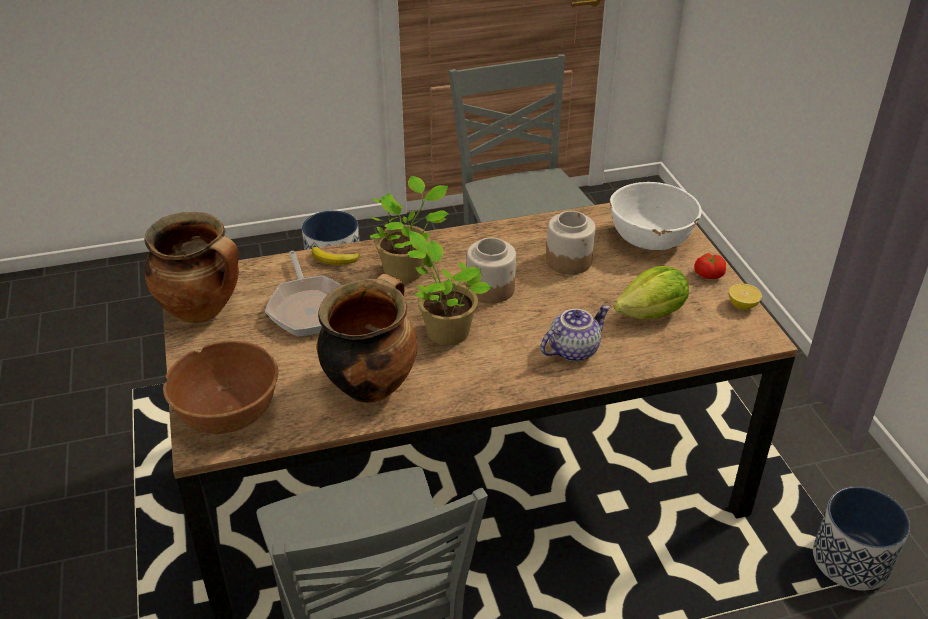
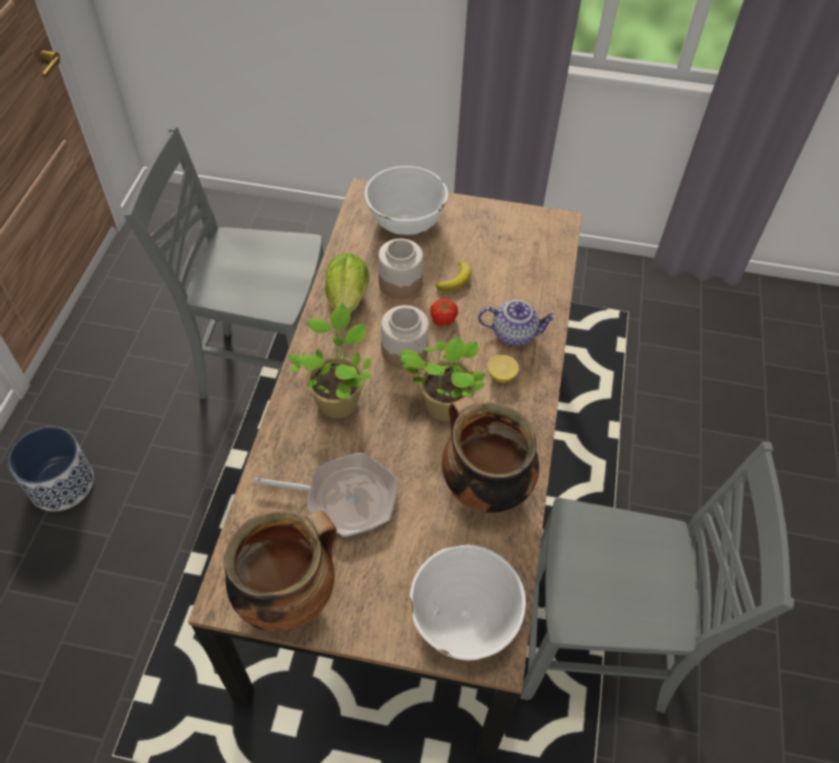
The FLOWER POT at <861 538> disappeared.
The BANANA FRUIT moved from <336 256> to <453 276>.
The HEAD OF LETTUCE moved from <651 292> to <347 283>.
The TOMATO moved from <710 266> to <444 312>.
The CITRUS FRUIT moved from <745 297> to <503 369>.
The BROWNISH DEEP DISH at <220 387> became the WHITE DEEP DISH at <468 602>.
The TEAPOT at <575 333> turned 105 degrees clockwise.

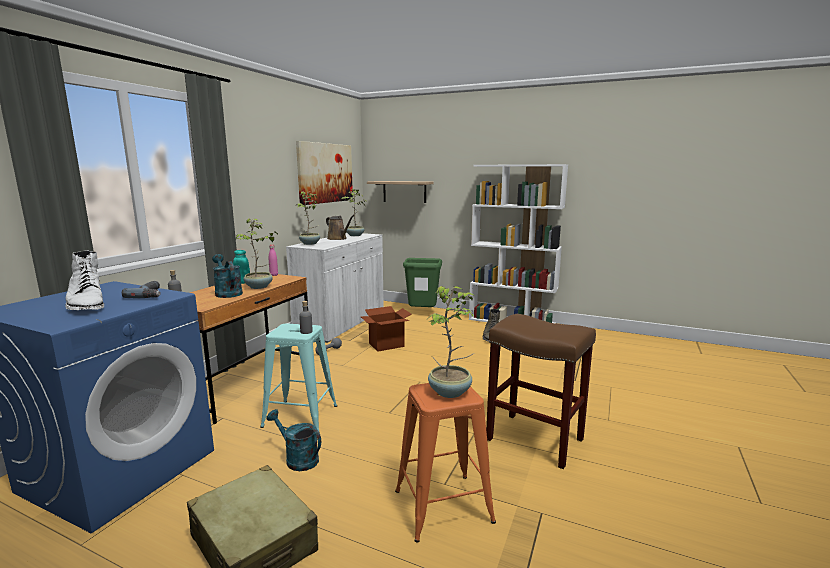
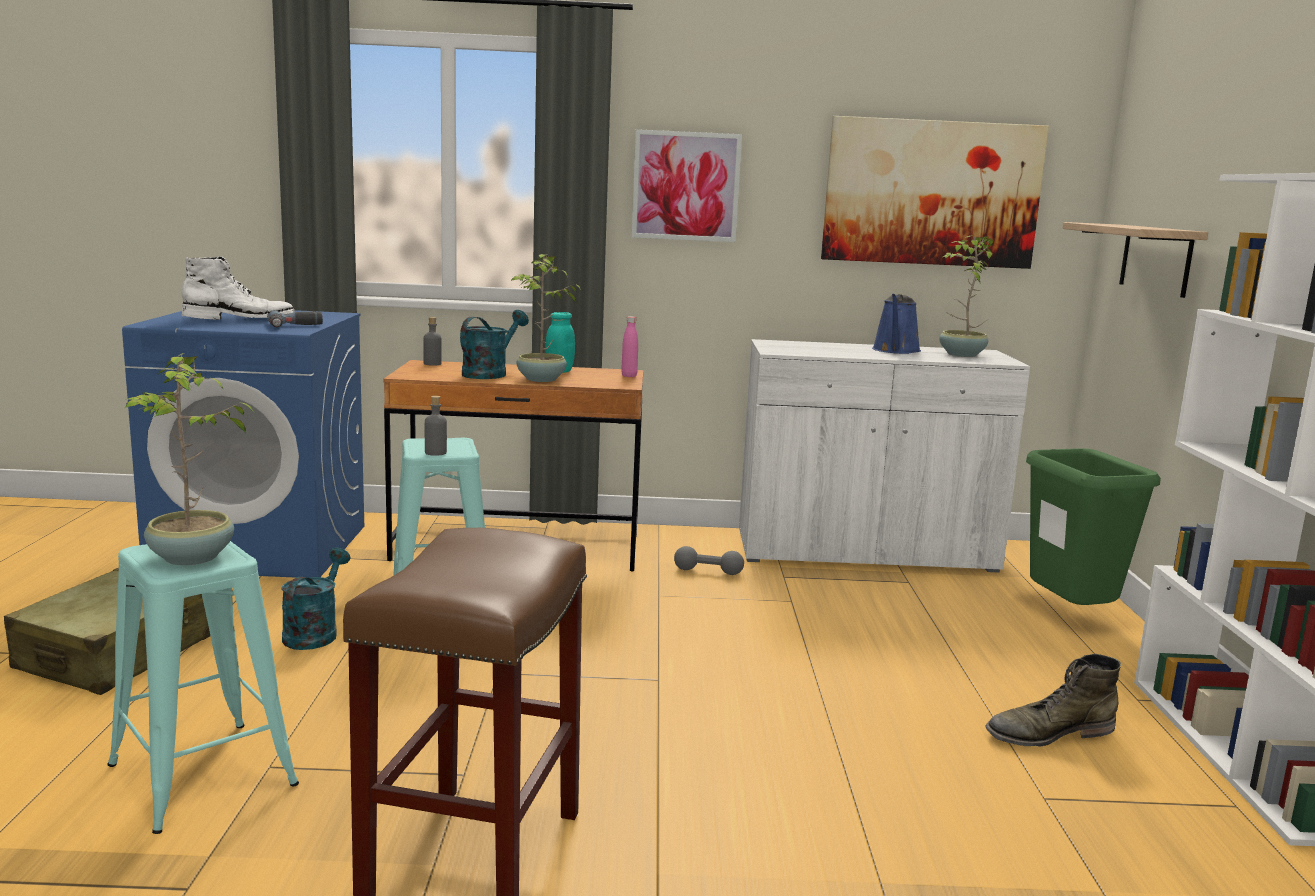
The POTTED PLANT at <308 218> disappeared.
The CARDBOARD BOX at <385 329> disappeared.
The PICTURE at <687 185> appeared.
The BROWNISH WATERING POT at <340 227> became the BLUE WATERING POT at <896 324>.
The ORANGE-COLOURED STOOL SEAT at <445 462> became the TURQUOISE STOOL SEAT at <203 687>.
The WHITE BOOT at <84 280> turned 150 degrees counterclockwise.

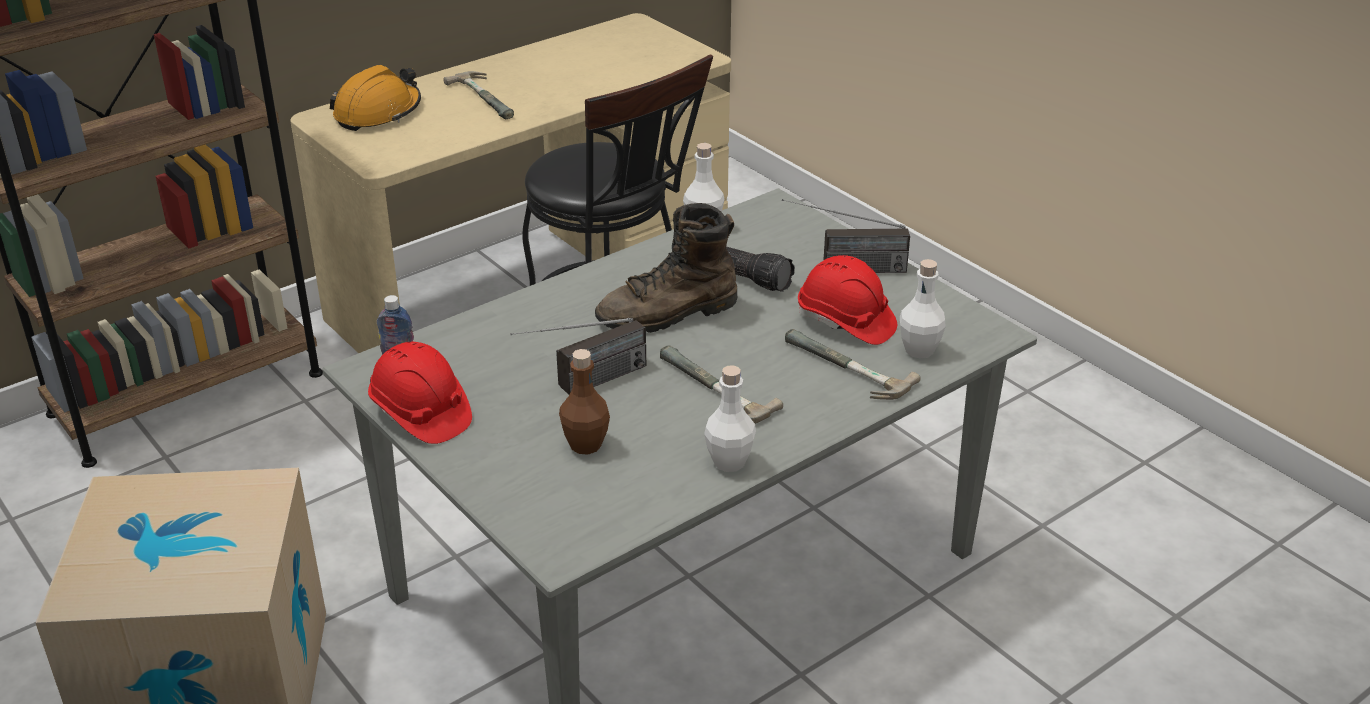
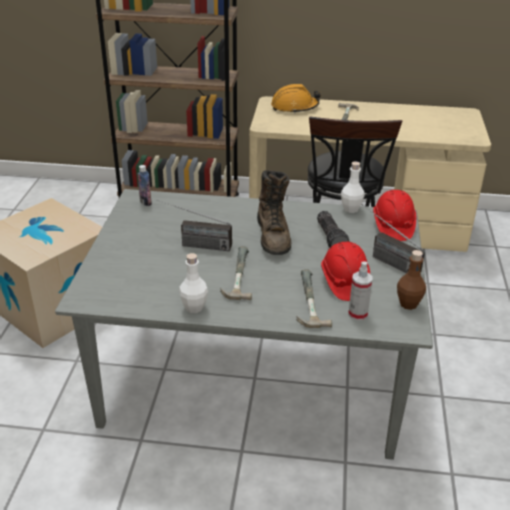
The RED-COLOURED SAFETY HELMET moved from <420 393> to <394 215>.
The BROWNISH BOTTLE moved from <584 402> to <411 280>.
The WHITE BOTTLE at <923 309> was replaced by the SPRAY BOTTLE at <360 291>.
The BROWNISH BOOT at <666 268> turned 120 degrees counterclockwise.

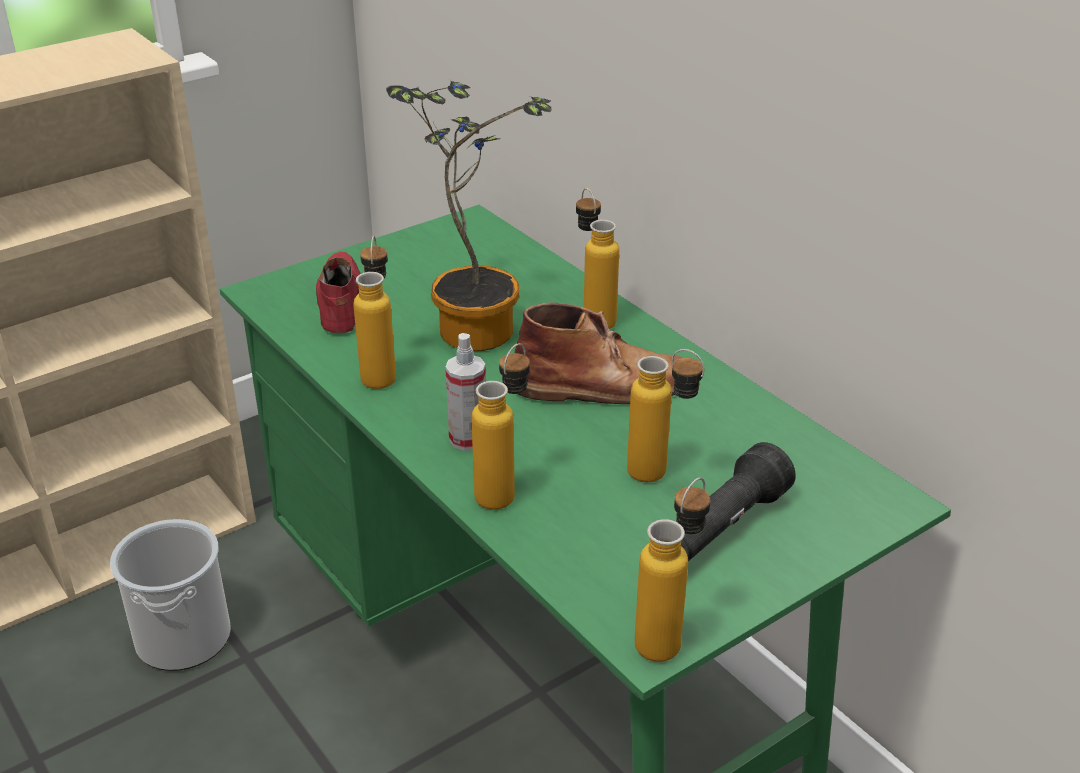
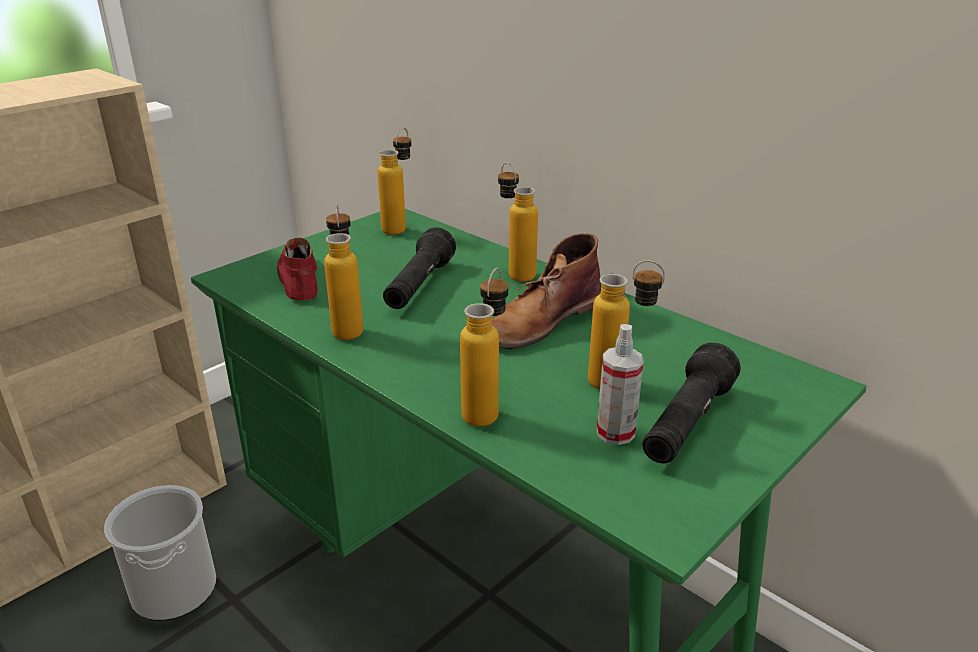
The SPRAY BOTTLE moved from <465 392> to <620 384>.
The BOTTLE moved from <672 569> to <394 181>.
The POTTED PLANT at <469 215> was replaced by the BLACK-COLOURED TORCH at <419 268>.
The BROWNISH BOOT at <599 353> turned 150 degrees clockwise.

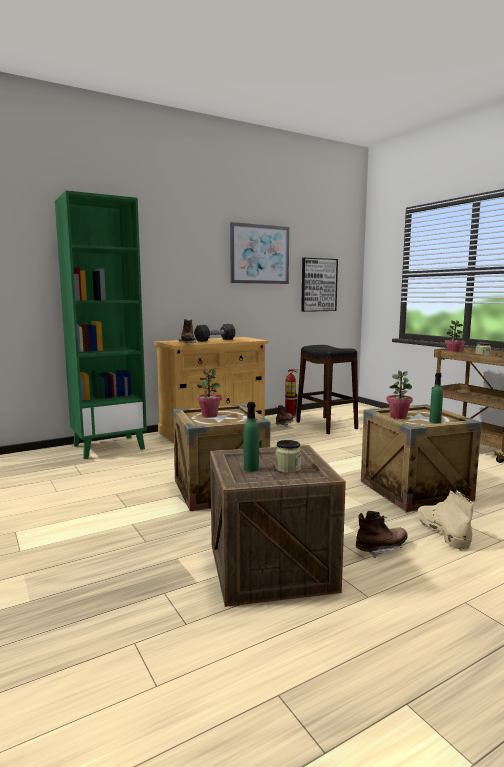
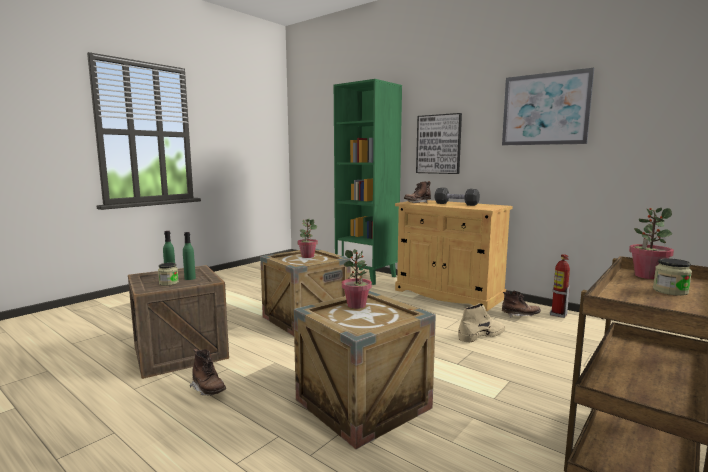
The BLACK-COLOURED STOOL SEAT at <327 389> disappeared.
The PICTURE moved from <319 285> to <439 143>.
The BEIGE BOOT moved from <445 520> to <481 322>.
The GREEN-COLOURED BOTTLE moved from <436 398> to <189 256>.

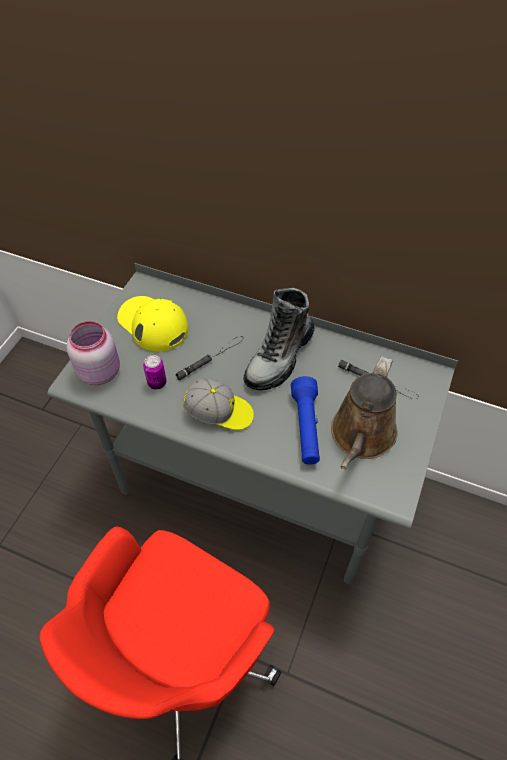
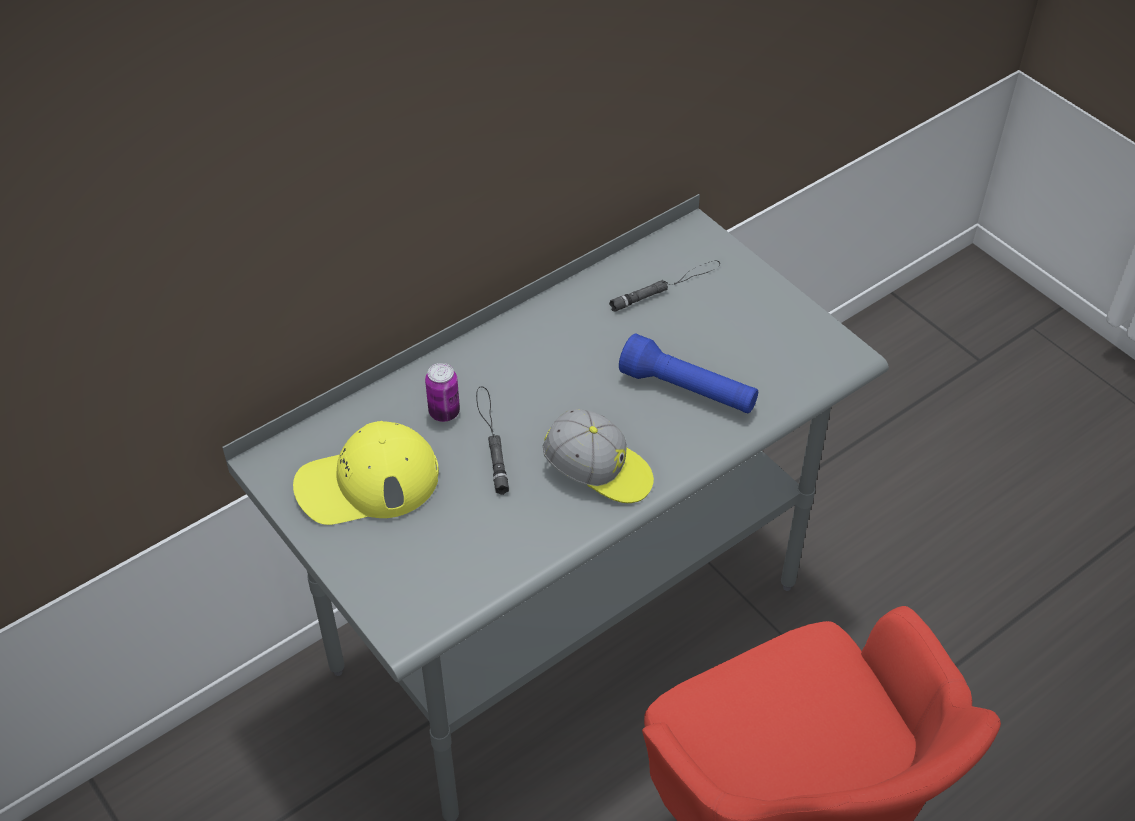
The PINK-COLOURED PRESERVE JAR at <93 353> disappeared.
The BOOT at <279 339> disappeared.
The BROWNISH WATERING POT at <364 412> disappeared.
The METAL CAN moved from <154 372> to <442 392>.
The BASEBALL CAP at <218 404> turned 75 degrees clockwise.

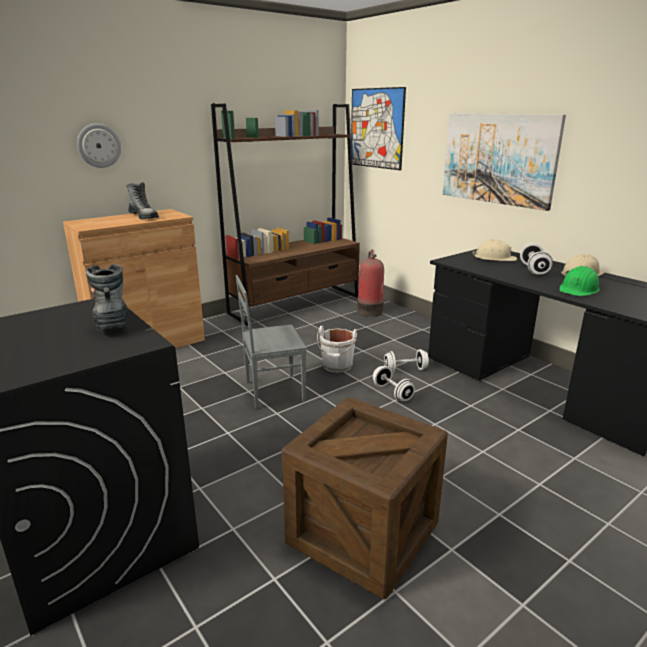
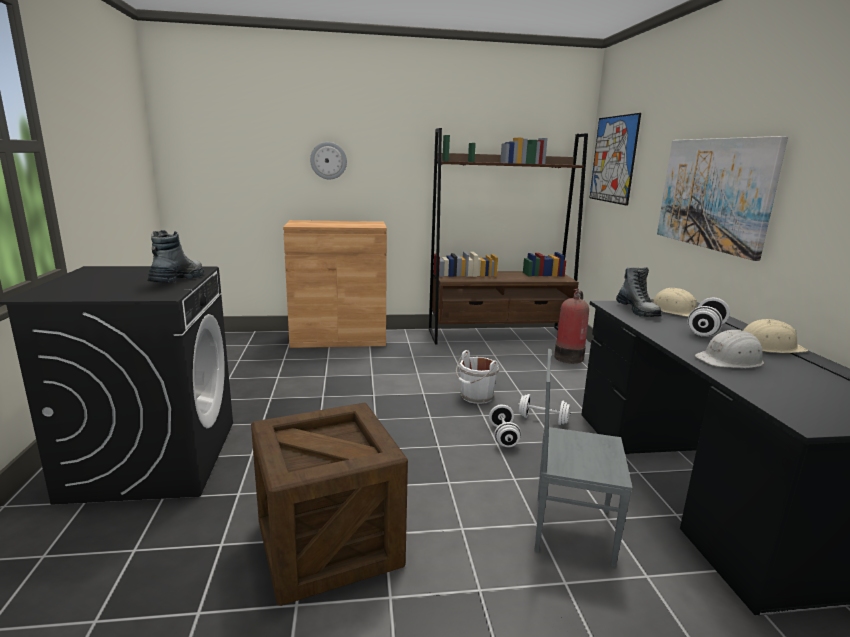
The BOOT moved from <143 201> to <639 292>.
The GREY PLAIN CHAIR moved from <271 342> to <584 458>.
The GREEN-COLOURED SAFETY HELMET at <579 281> became the WHITE SAFETY HELMET at <729 348>.

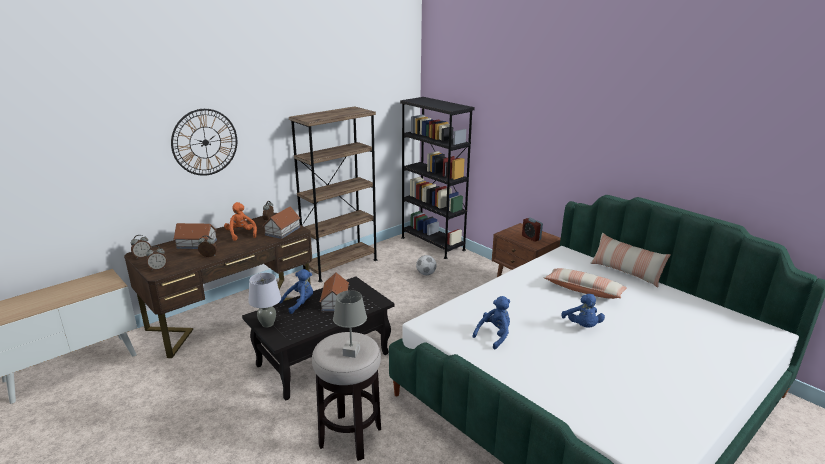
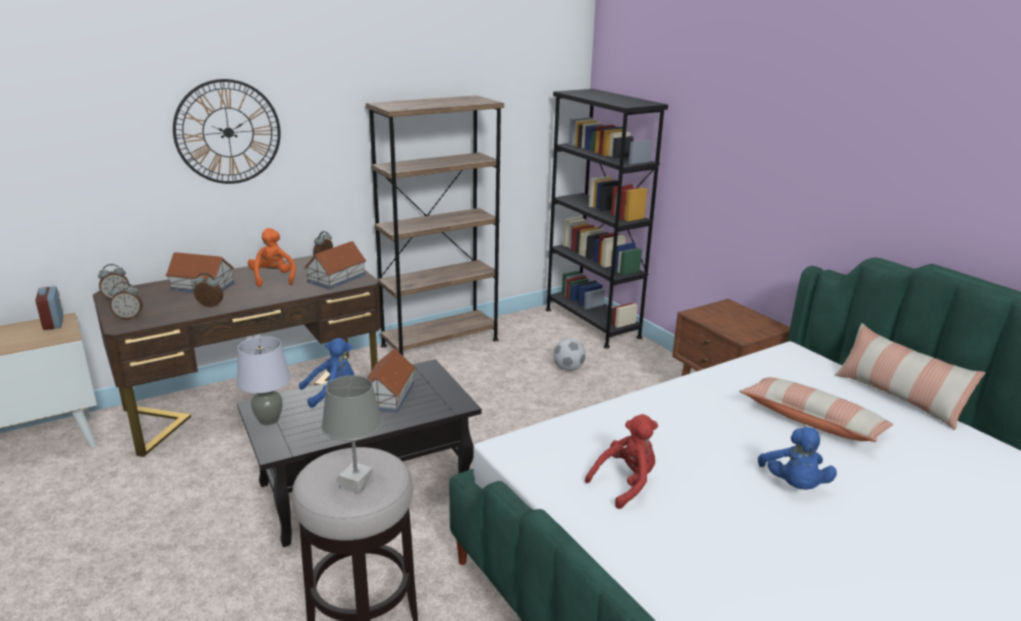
The TABLE CLOCK moved from <532 230> to <49 308>.
The BLUE SOFT TOY at <491 323> became the RED-COLOURED SOFT TOY at <621 461>.

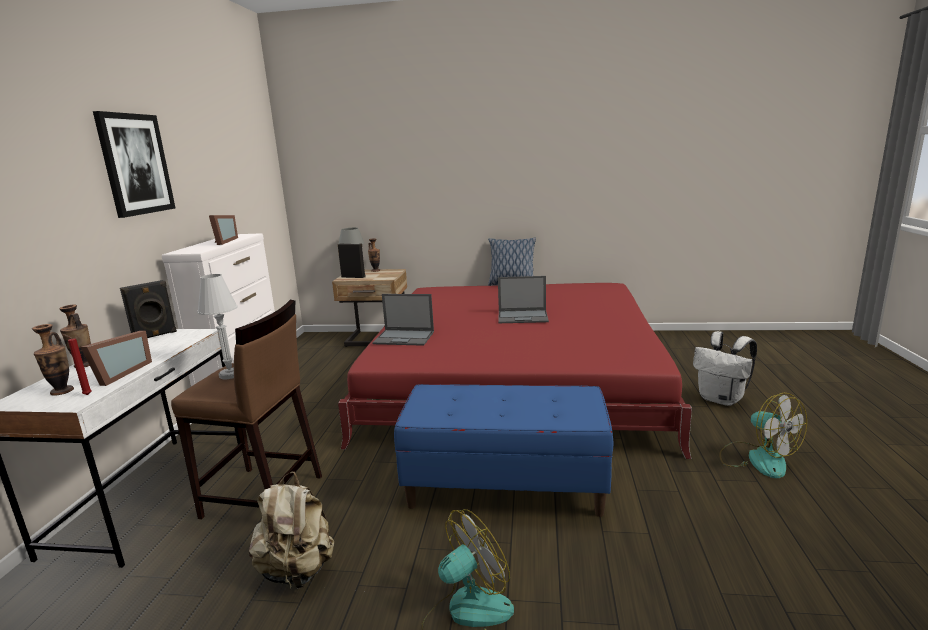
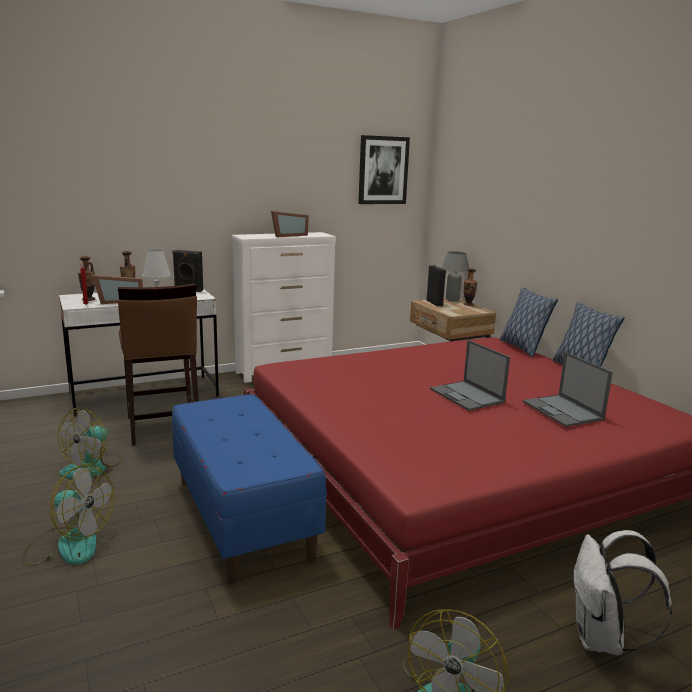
The CUSHION at <529 322> appeared.
The PICTURE moved from <134 164> to <384 169>.
The NOTEBOOK COMPUTER moved from <403 320> to <568 389>.
The BEIGE RUCKSACK at <291 530> was replaced by the ELECTRIC FAN at <90 443>.

